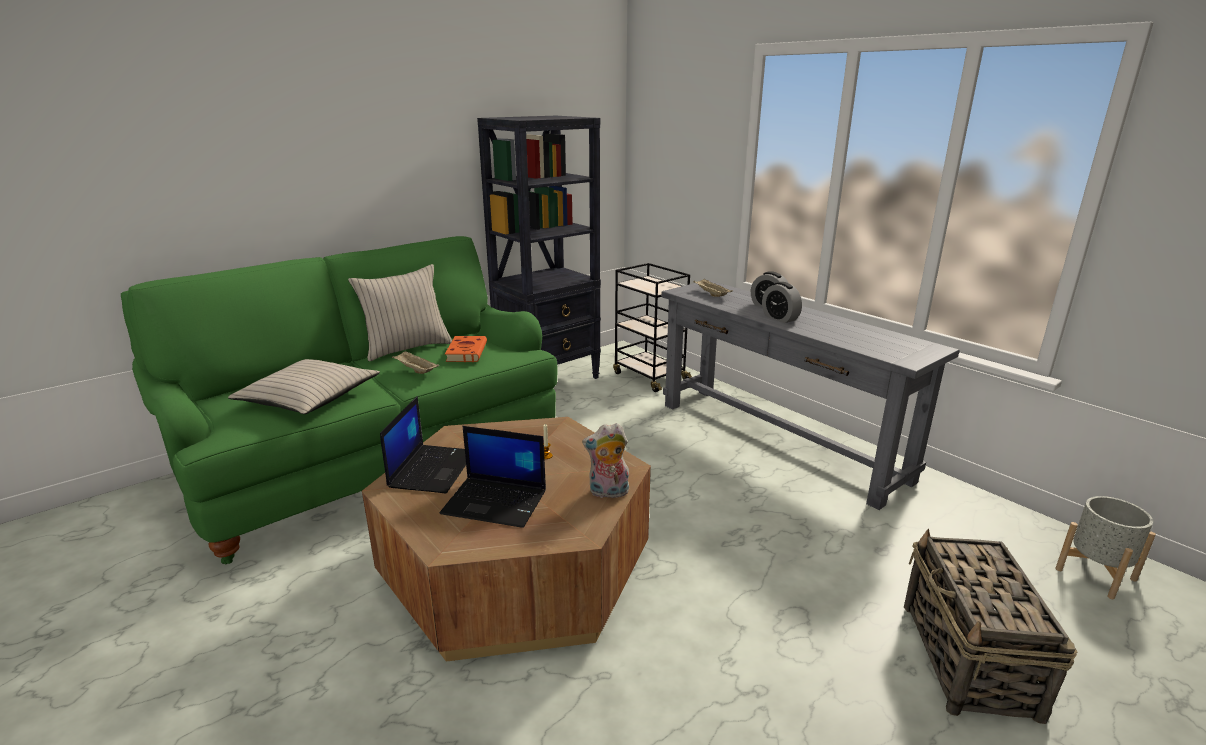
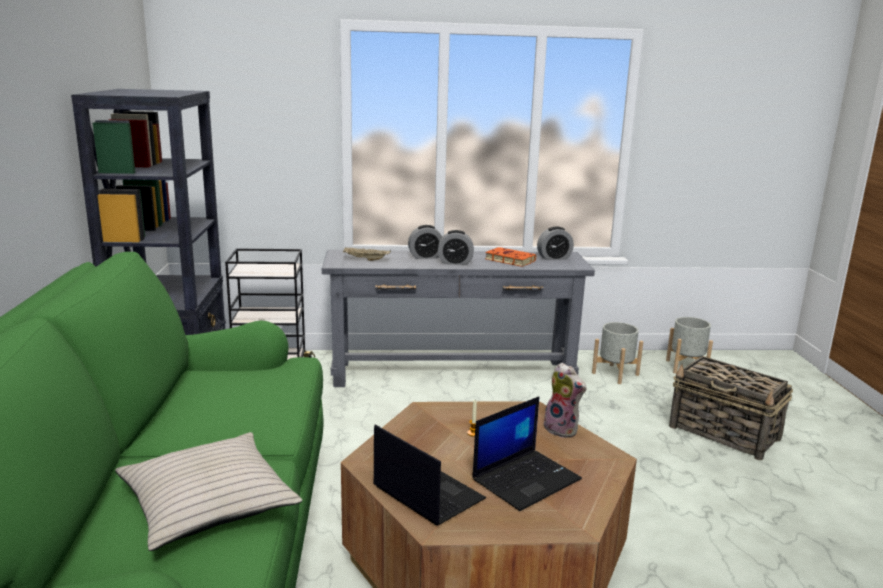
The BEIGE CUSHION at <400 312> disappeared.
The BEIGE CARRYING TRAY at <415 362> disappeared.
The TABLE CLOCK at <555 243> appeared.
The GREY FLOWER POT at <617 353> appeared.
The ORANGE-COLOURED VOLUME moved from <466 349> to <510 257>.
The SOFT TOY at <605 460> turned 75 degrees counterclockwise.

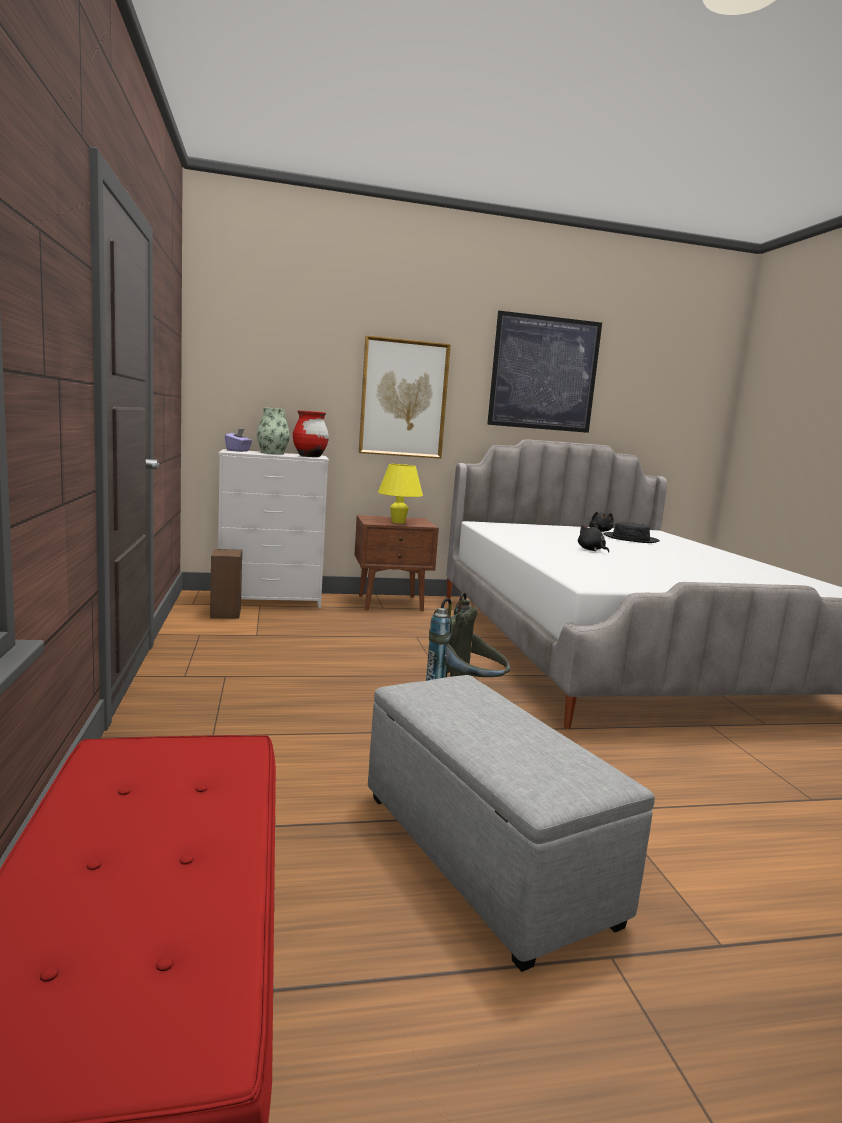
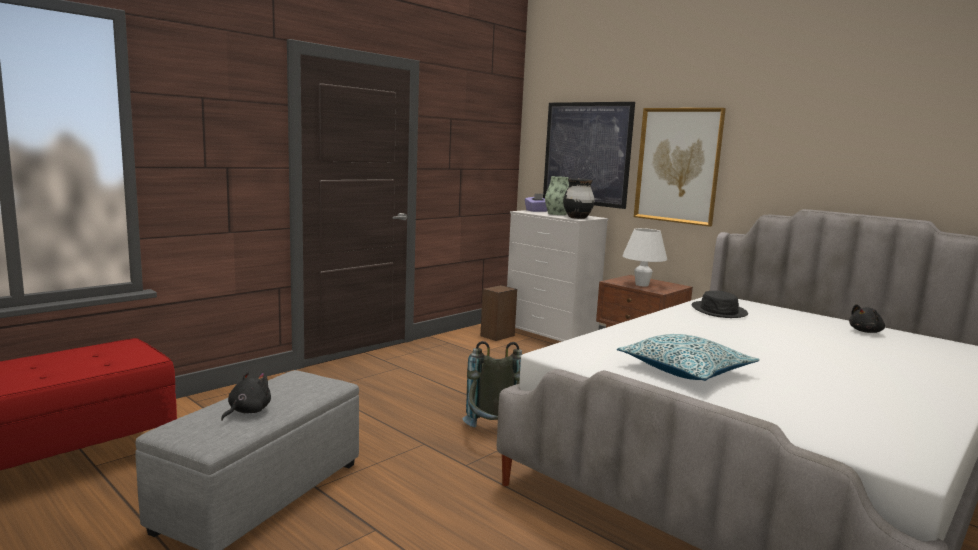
The CUSHION at <688 357> appeared.
The PICTURE moved from <544 372> to <589 155>.
The BLACK-COLOURED SOFT TOY moved from <593 539> to <246 396>.
The BLACK-COLOURED CLOTHING HAT moved from <631 532> to <719 304>.
The RED-COLOURED VASE at <311 433> became the BLACK-COLOURED VASE at <579 198>.
The YELLOWISH TABLE LAMP at <400 493> became the WHITE TABLE LAMP at <644 257>.

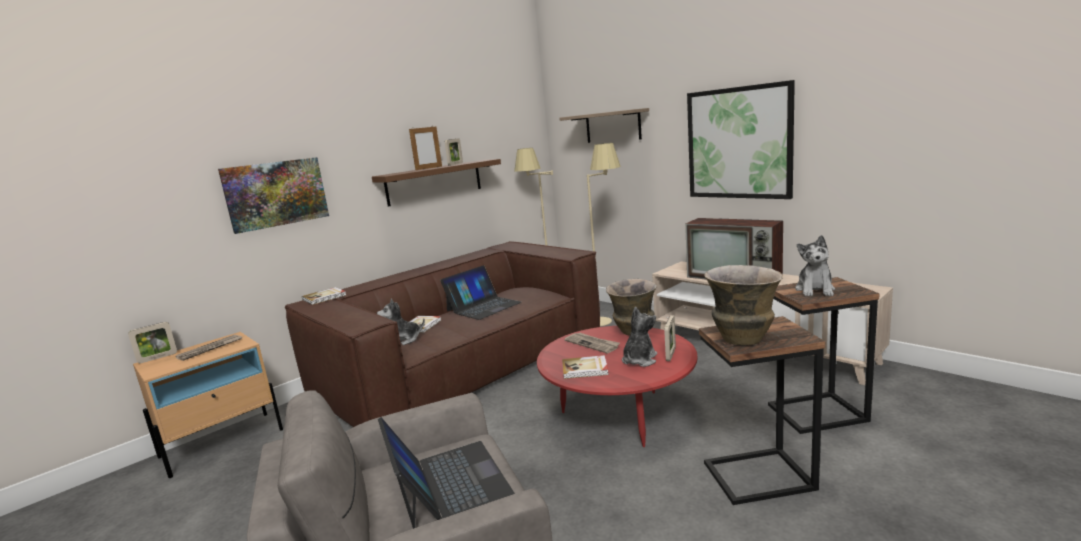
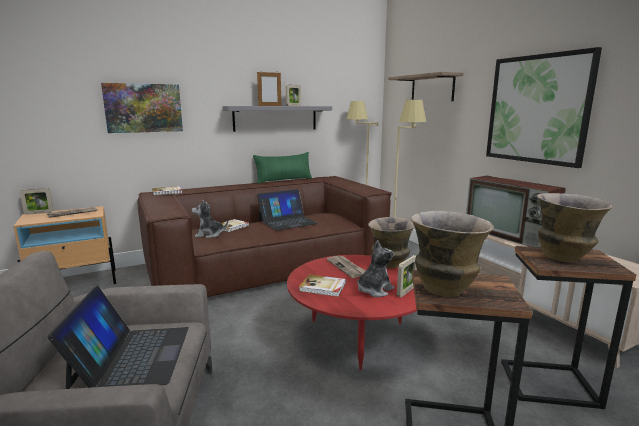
The GREEN-COLOURED CUSHION at <282 168> appeared.
The SOFT TOY at <815 265> was replaced by the VASE at <575 228>.
The BROWNISH BRACKET SHELF at <436 183> became the GREY BRACKET SHELF at <277 119>.

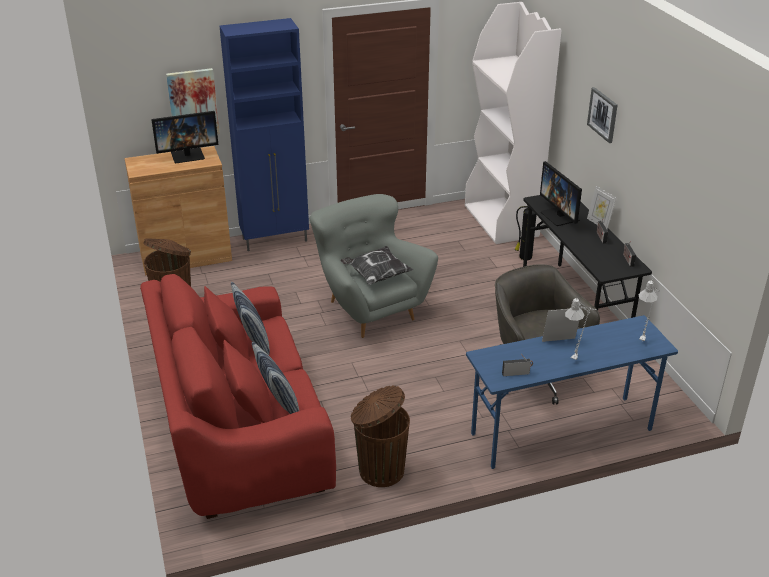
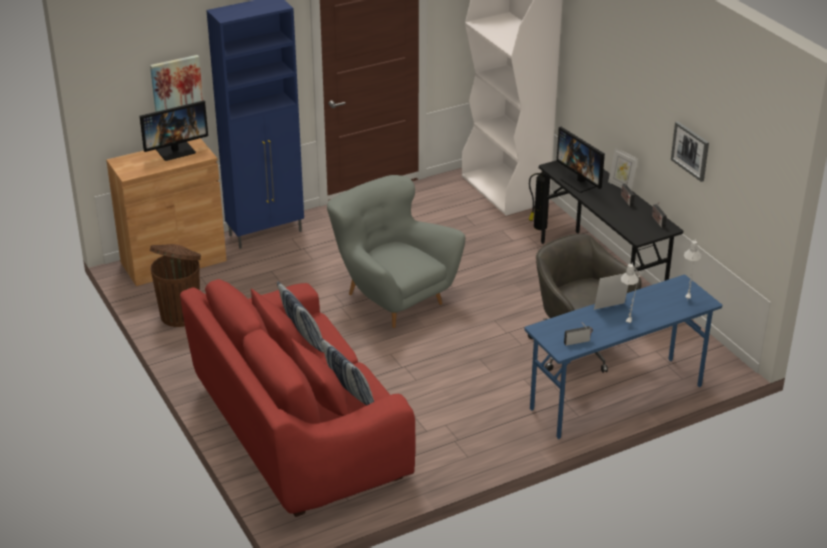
The CUSHION at <377 265> disappeared.
The BROWNISH RUBBISH BIN at <380 436> disappeared.
The PICTURE moved from <602 115> to <690 151>.

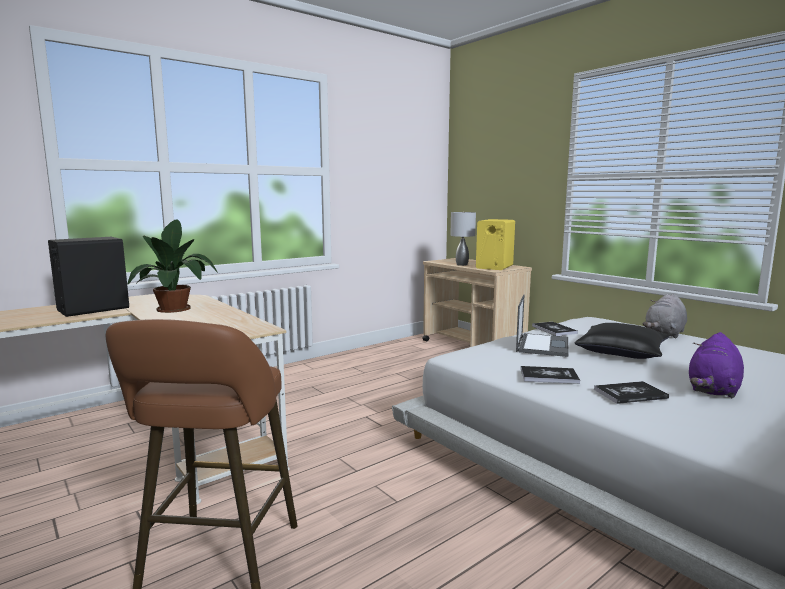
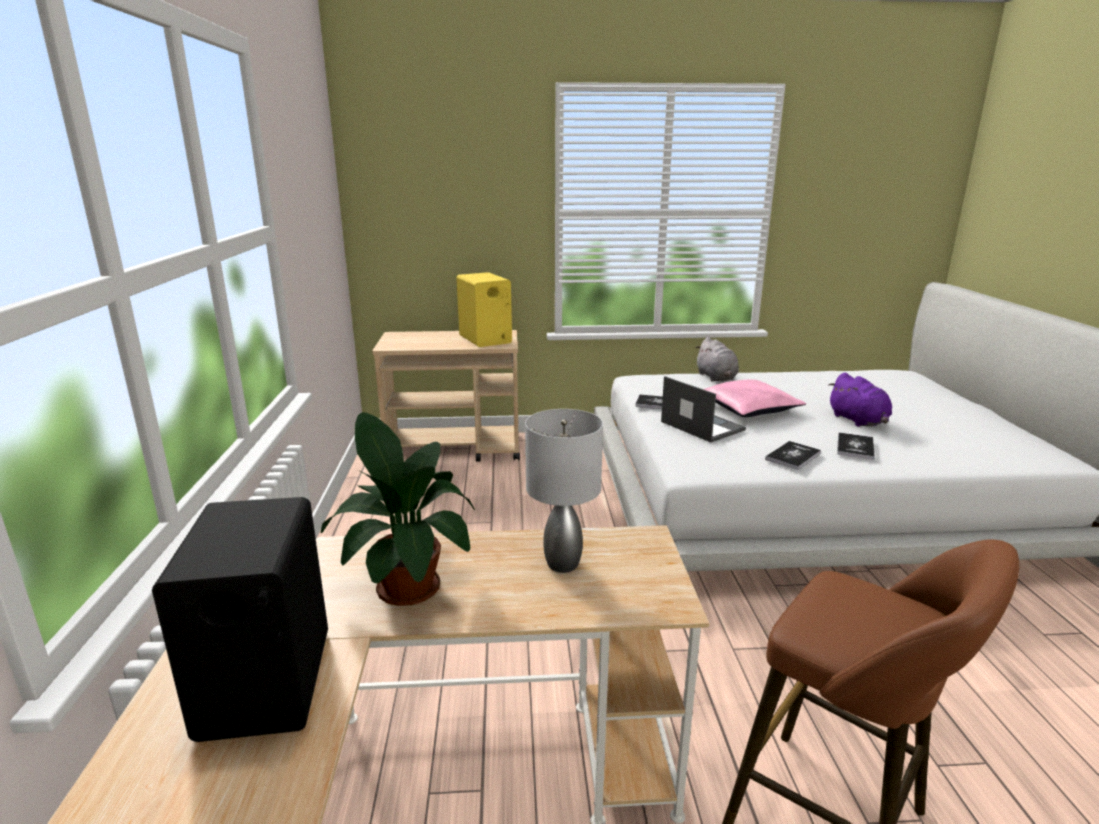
The GREY TABLE LAMP moved from <463 238> to <564 491>.
The BLACK-COLOURED CUSHION at <622 341> became the PINK-COLOURED CUSHION at <755 398>.

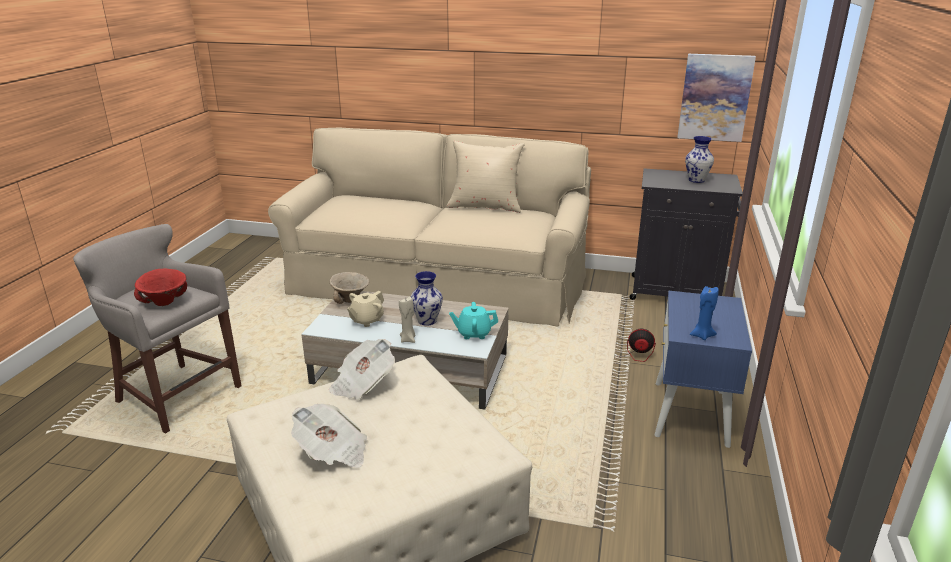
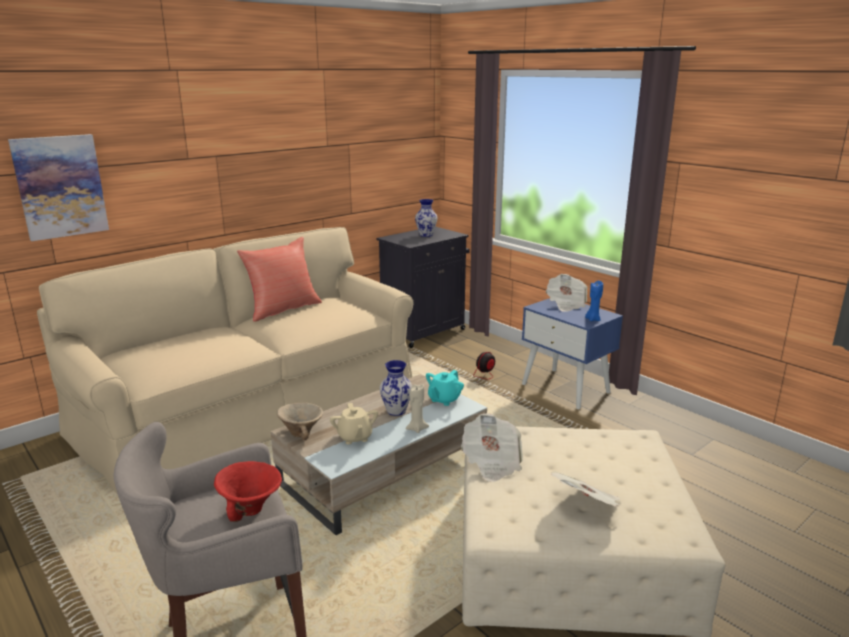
The DAILY PAPER at <566 293> appeared.
The PICTURE moved from <717 98> to <58 187>.
The BEIGE CUSHION at <485 176> became the RED-COLOURED CUSHION at <279 279>.

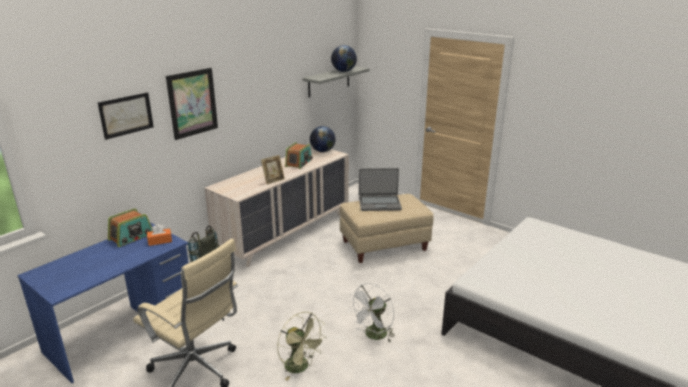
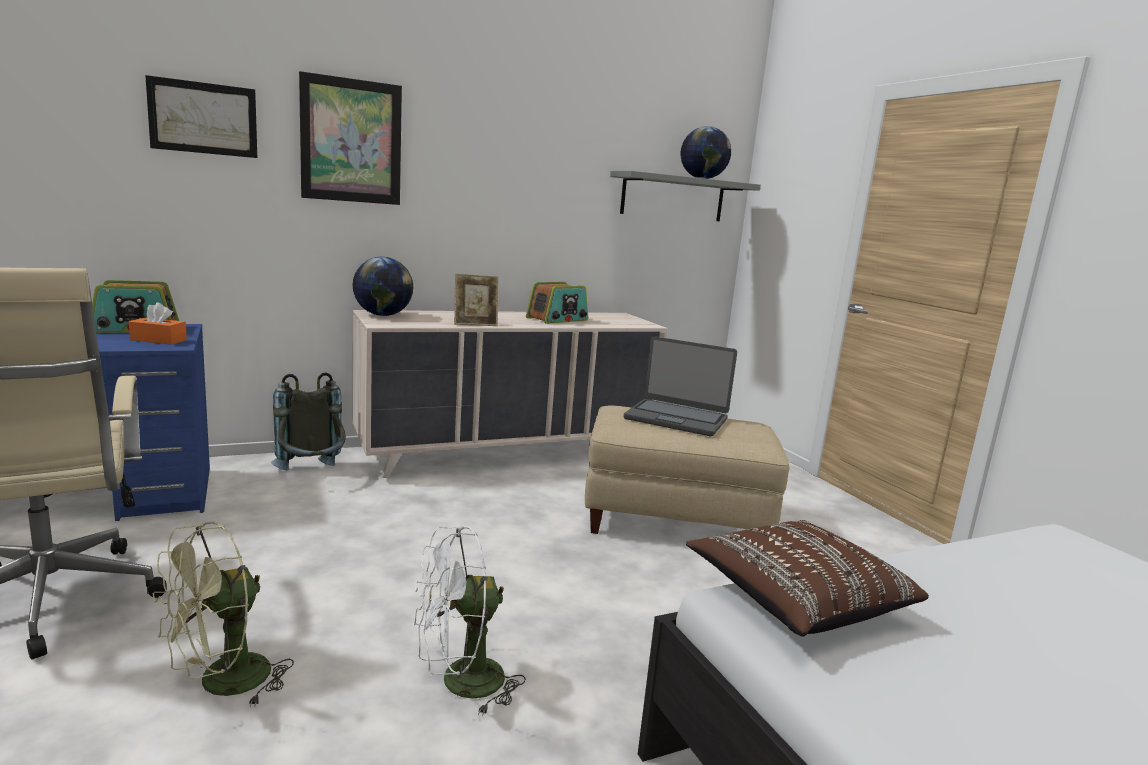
The BROWNISH CUSHION at <807 578> appeared.
The WORLD GLOBE moved from <323 139> to <383 286>.
The GREEN-COLOURED ELECTRIC FAN at <301 346> turned 60 degrees clockwise.

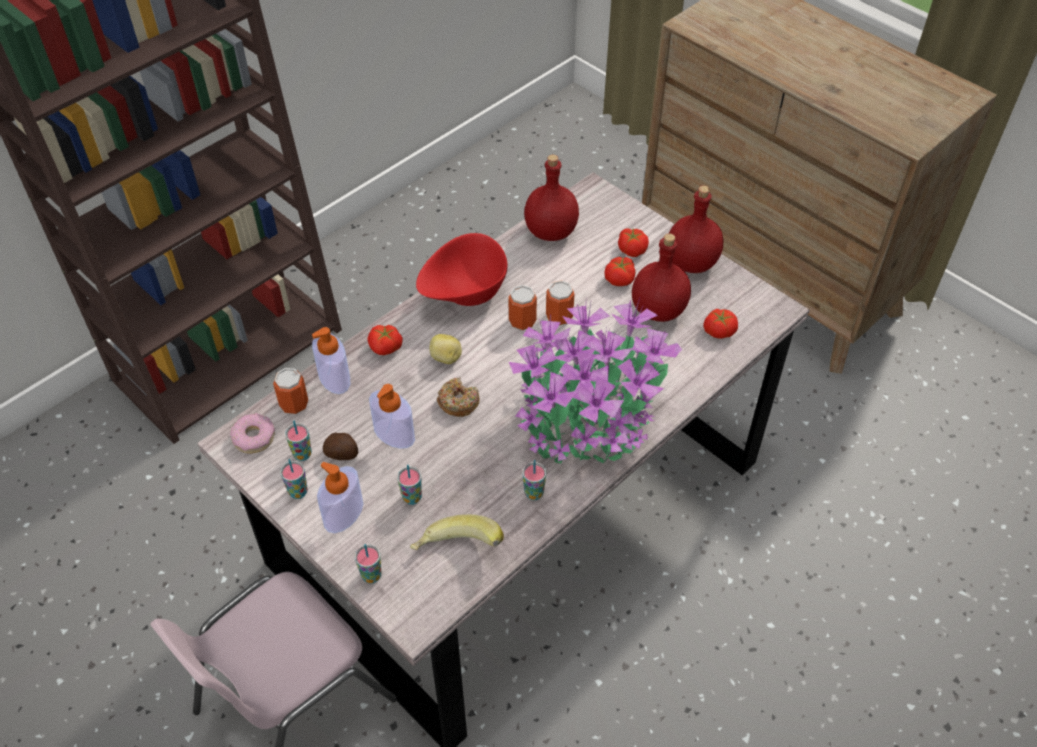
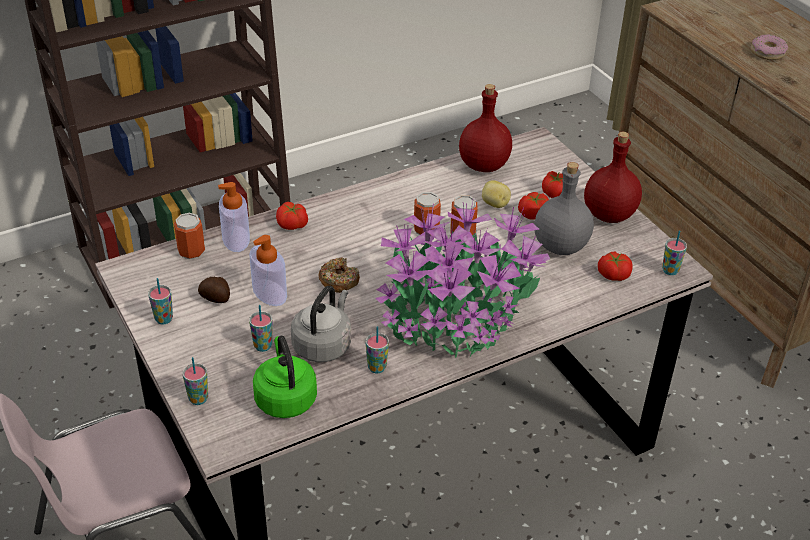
The LIQUID SOAP BOTTLE at <340 497> disappeared.
The RED-COLOURED DEEP DISH at <462 269> disappeared.
The GREY WATER KETTLE at <321 324> appeared.
The RING DOUGHNUT moved from <252 433> to <769 47>.
The CUP moved from <298 441> to <674 253>.
The SPUD moved from <445 349> to <496 194>.
The BANANA FRUIT at <457 532> was replaced by the GREEN-COLOURED WATER KETTLE at <285 377>.
The RED-COLOURED BOTTLE at <661 277> became the GREY BOTTLE at <564 208>.

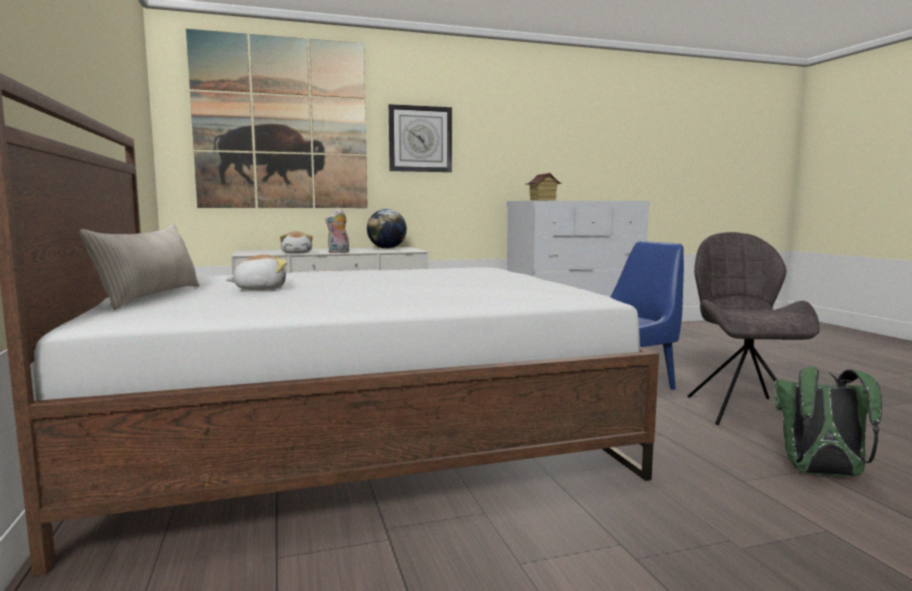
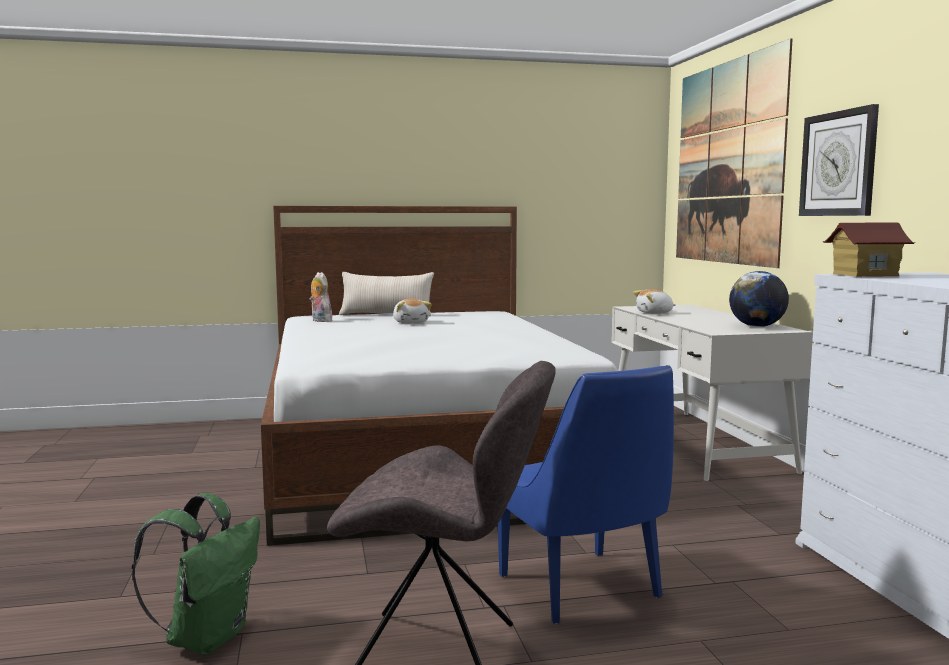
The SOFT TOY moved from <337 231> to <322 297>.

